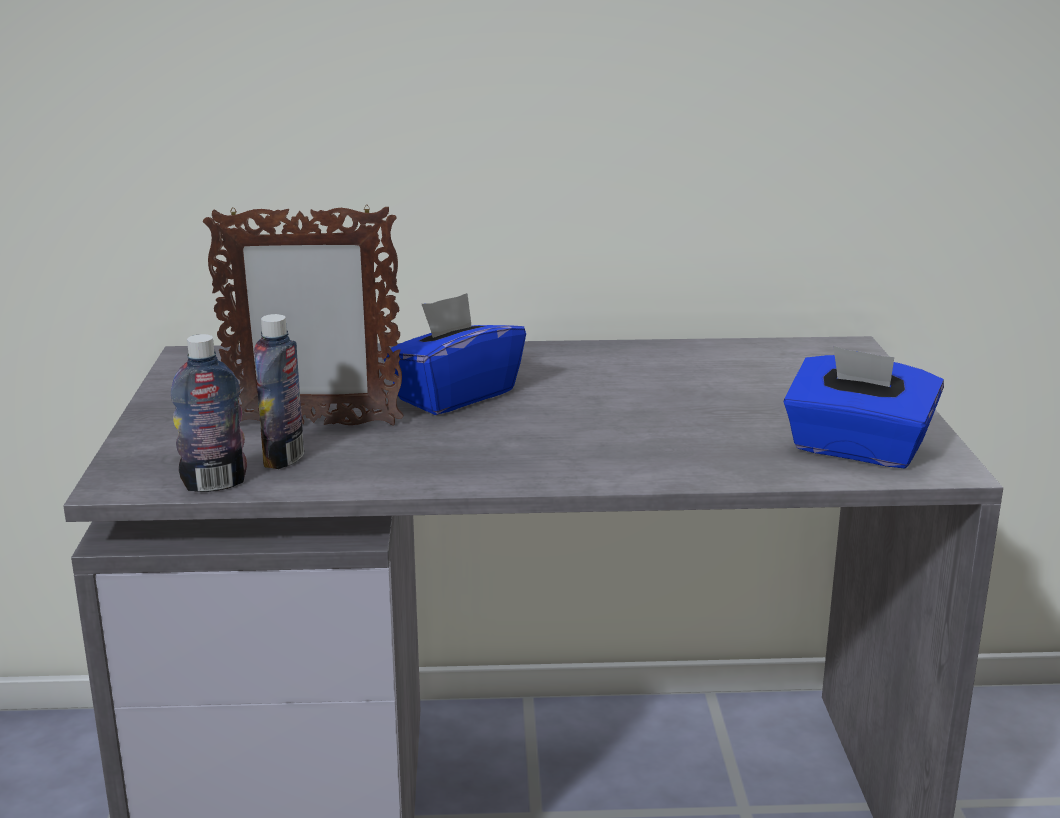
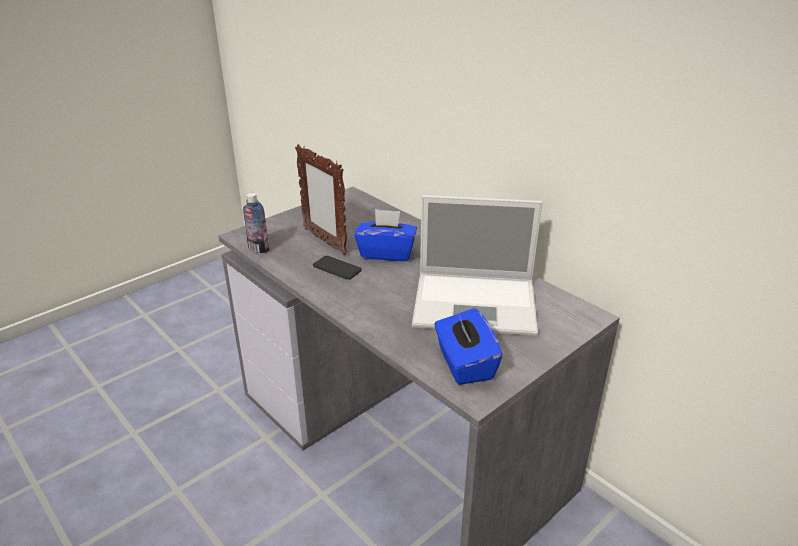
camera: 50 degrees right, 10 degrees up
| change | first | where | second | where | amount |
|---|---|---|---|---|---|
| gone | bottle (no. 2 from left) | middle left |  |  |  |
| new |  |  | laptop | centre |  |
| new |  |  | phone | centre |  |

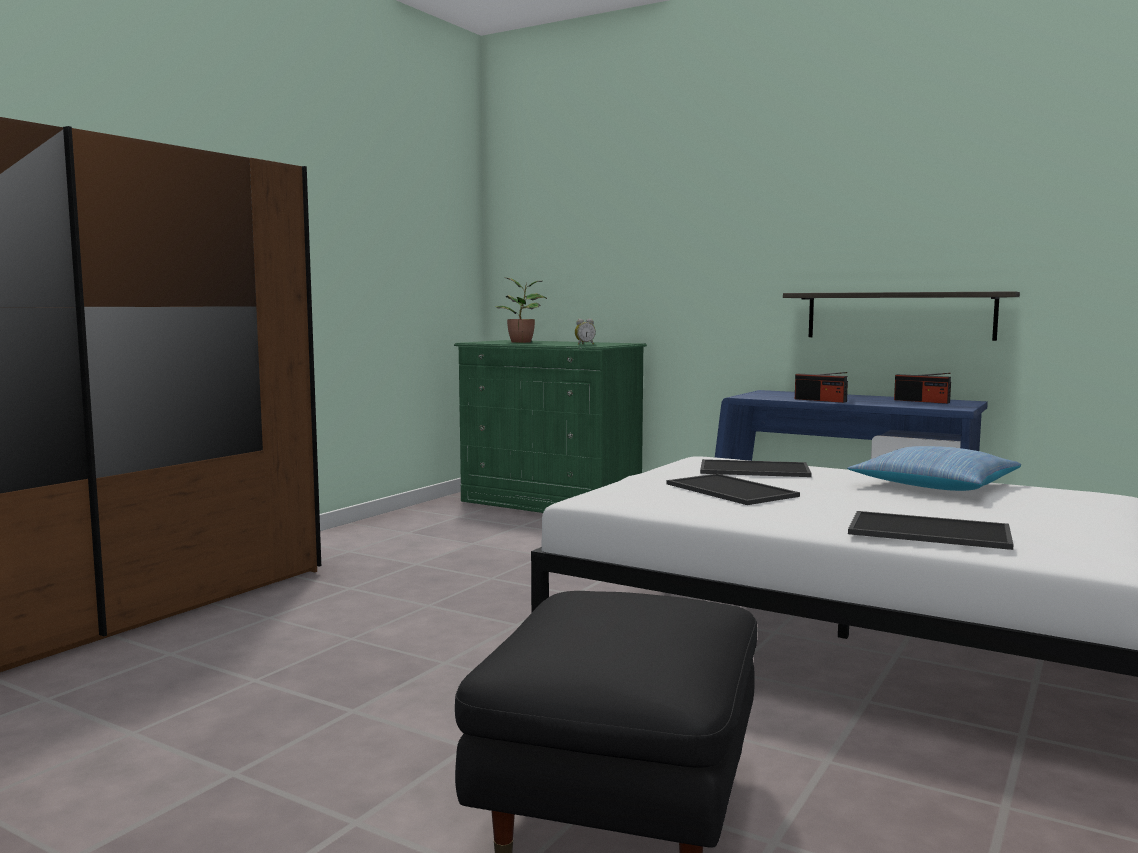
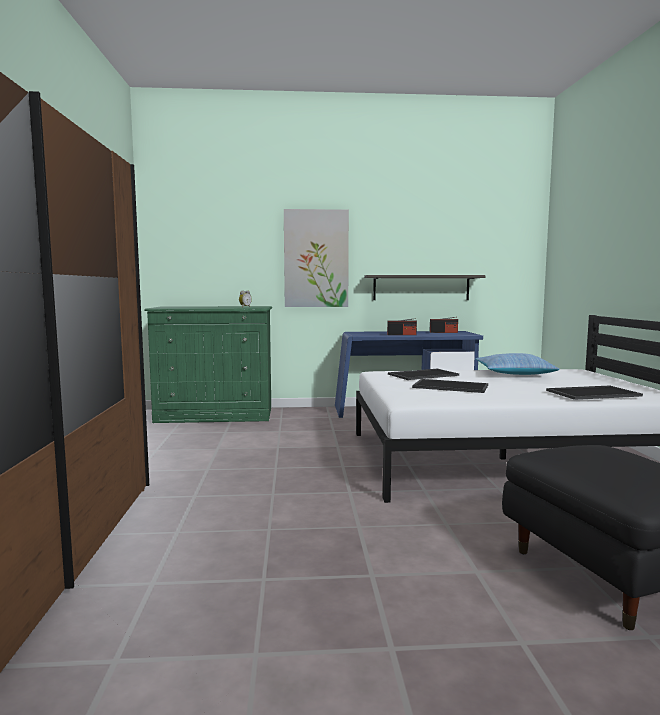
camera: 35 degrees left, 0 degrees up
| change | first | where | second | where | amount |
|---|---|---|---|---|---|
| gone | potted plant | centre |  |  |  |
| new |  |  | picture | centre |  |

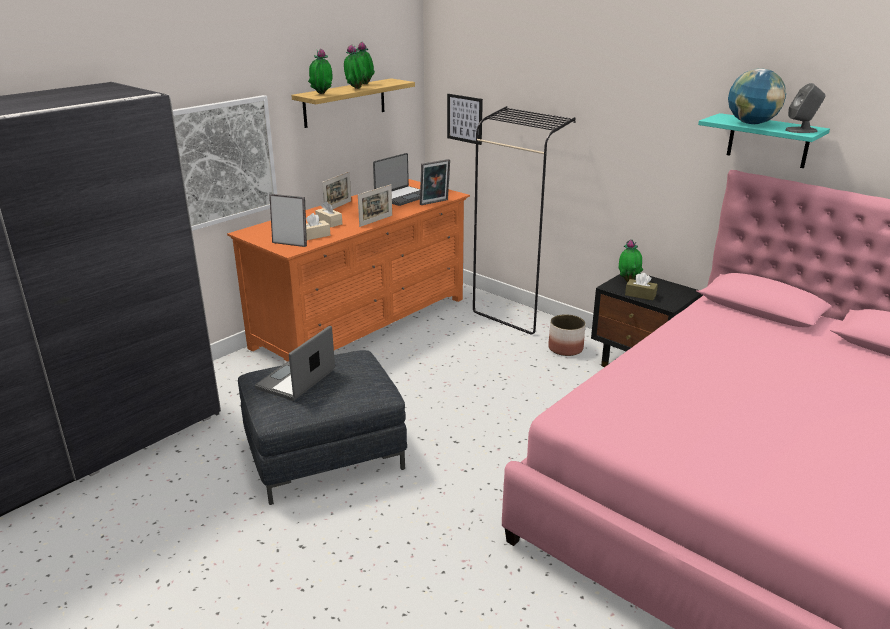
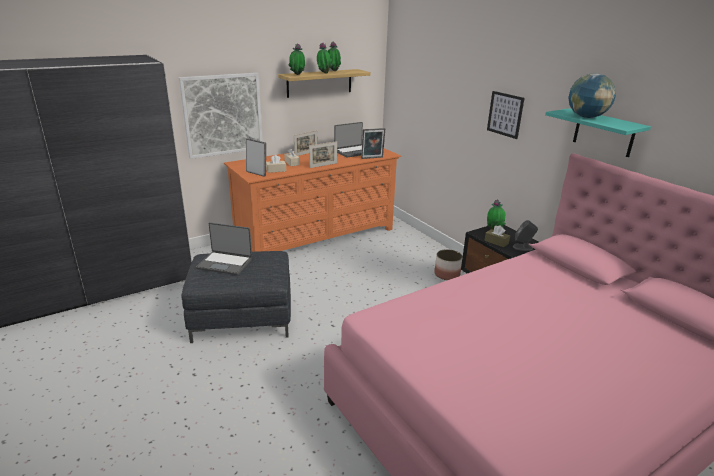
camera: 15 degrees right, 0 degrees up
| change | first | where | second | where | amount |
|---|---|---|---|---|---|
| shifted | grey speaker | top right |  | middle right |  |
| shifted | picture (no. 2 from left) | top centre |  | top right |  |
| gone | black clothes rack | centre |  |  |  |
| rotated | laptop (no. 1 from left) | middle left |  | middle left | 120 degrees counterclockwise |

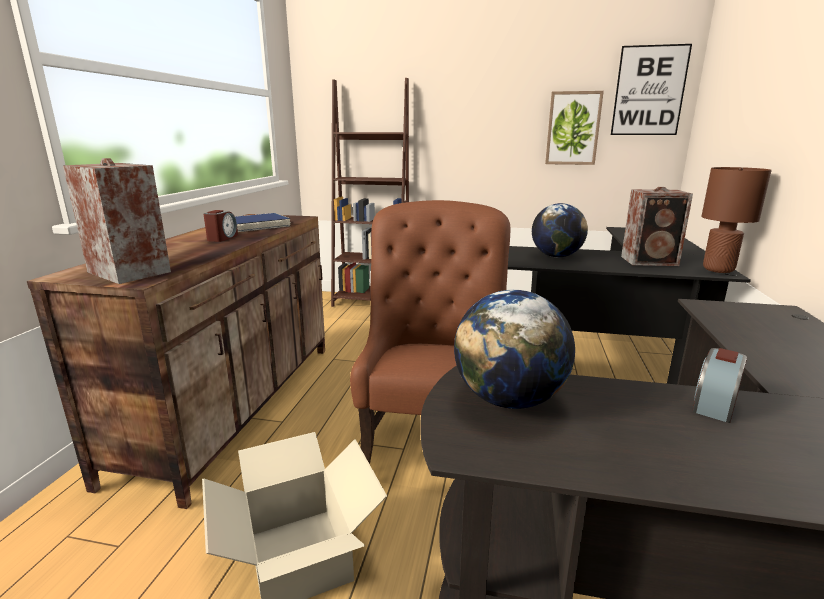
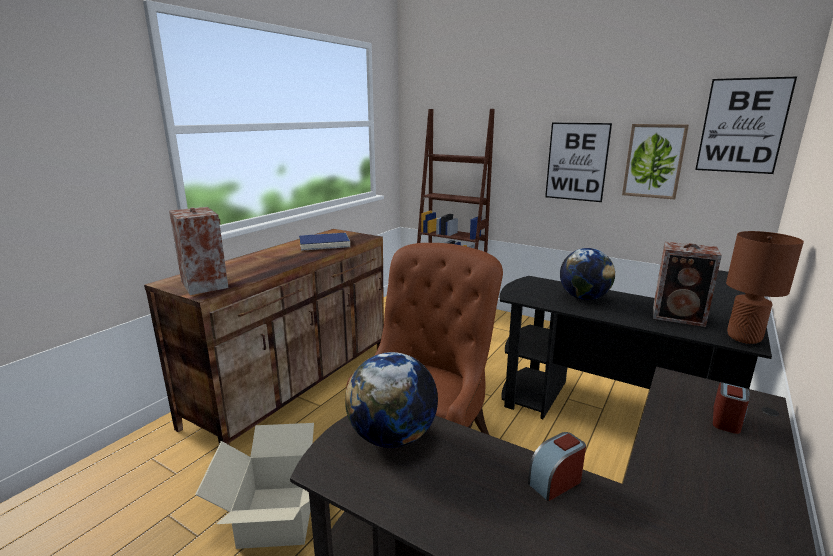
camera: 20 degrees right, 0 degrees up
| change | first | where | second | where | amount |
|---|---|---|---|---|---|
| shifted | alarm clock (no. 1 from left in the first image) | middle left | alarm clock (no. 2 from left) | bottom right |  |
| new |  |  | picture (no. 1 from left) | top right |  |

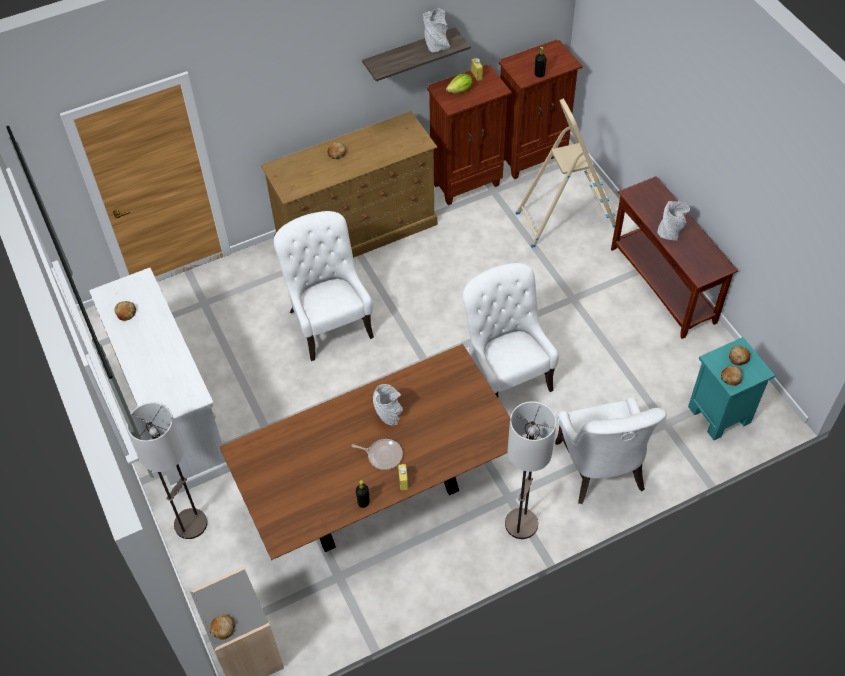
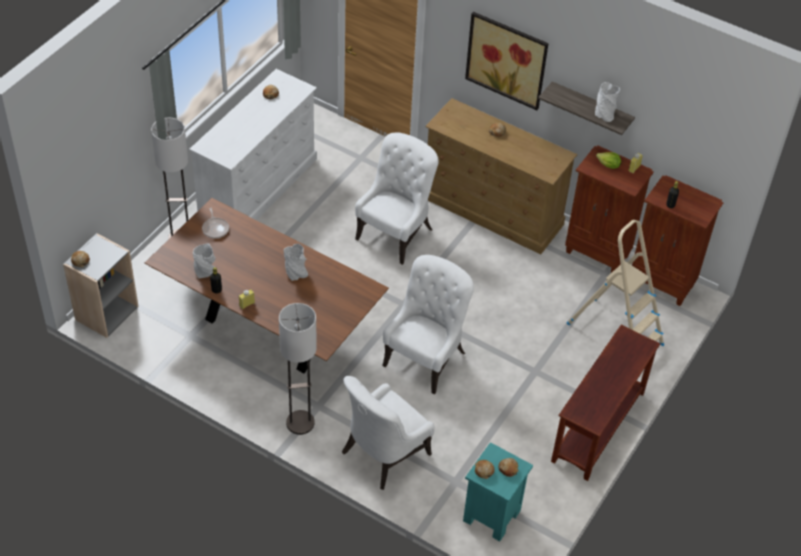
camera: 55 degrees right, 5 degrees down
| change | first | where | second | where | amount |
|---|---|---|---|---|---|
| shifted | grey vase (no. 3 from left in the first image) | top right | grey vase (no. 1 from left) | middle left |  |
| shifted | frying pan | bottom centre |  | middle left |  |
| new |  |  | picture | top centre |  |

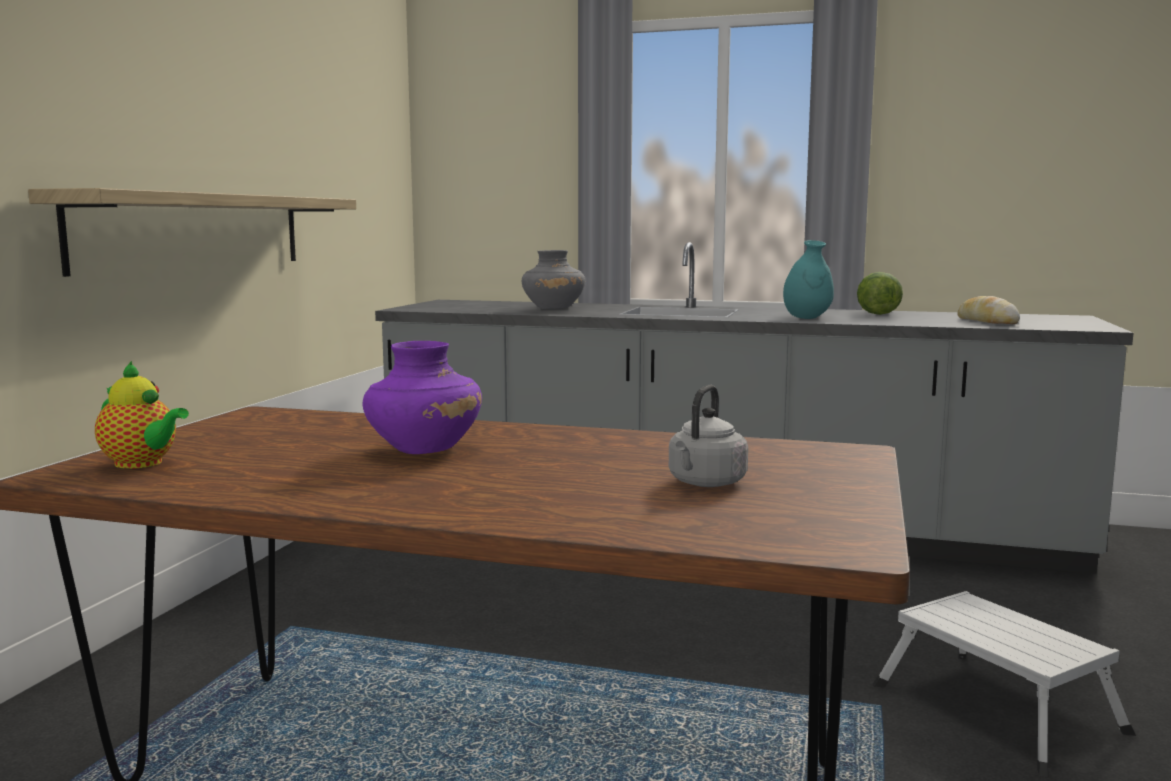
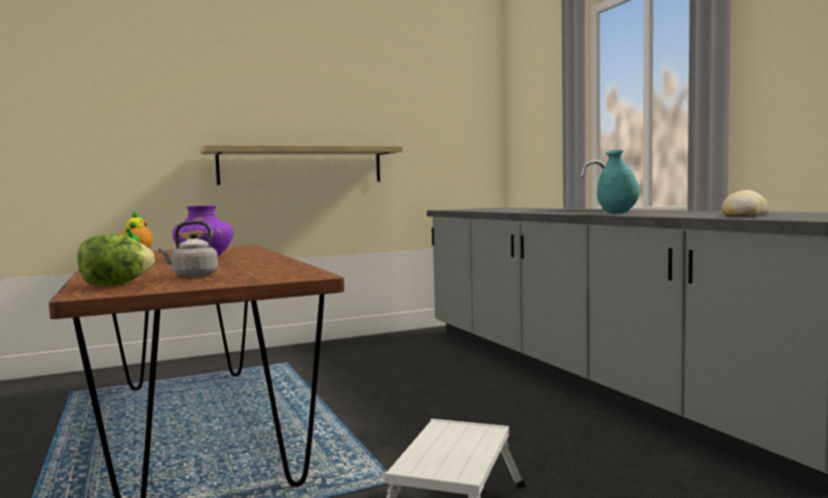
camera: 50 degrees right, 5 degrees down
| change | first | where | second | where | amount |
|---|---|---|---|---|---|
| gone | grey vase | centre |  |  |  |
| shifted | lettuce | middle right |  | middle left |  |

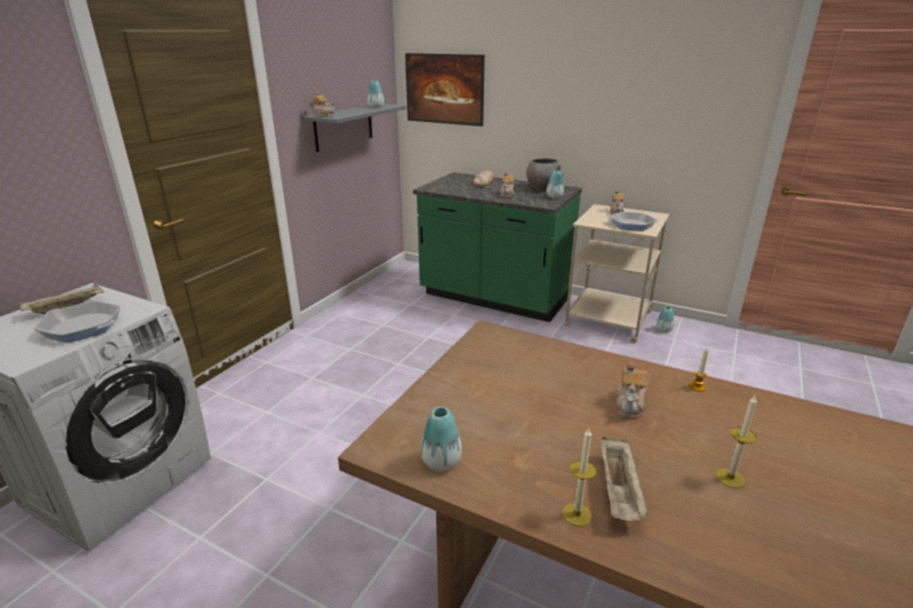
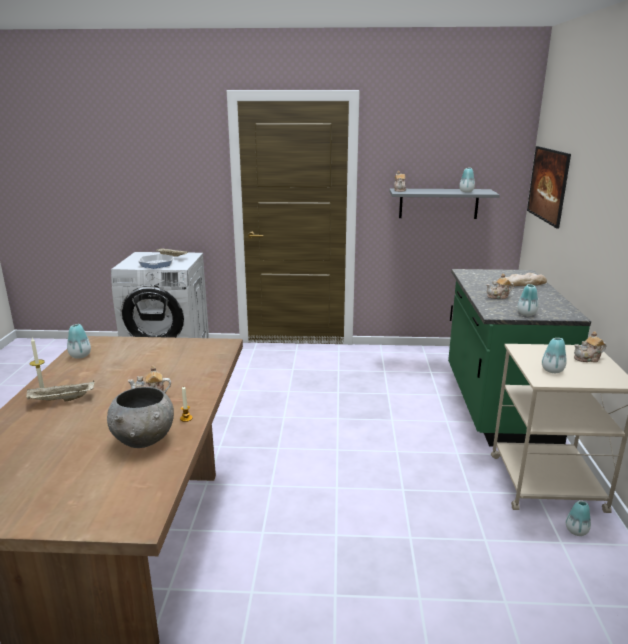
camera: 65 degrees right, 5 degrees down
| change | first | where | second | where | amount |
|---|---|---|---|---|---|
| shifted | grey bowl | top centre |  | middle left |  |
| swapped | frying pan (no. 2 from left) | middle right | vase (no. 4 from left) | middle right |  |
| gone | candle (no. 3 from left) | bottom right |  |  |  |

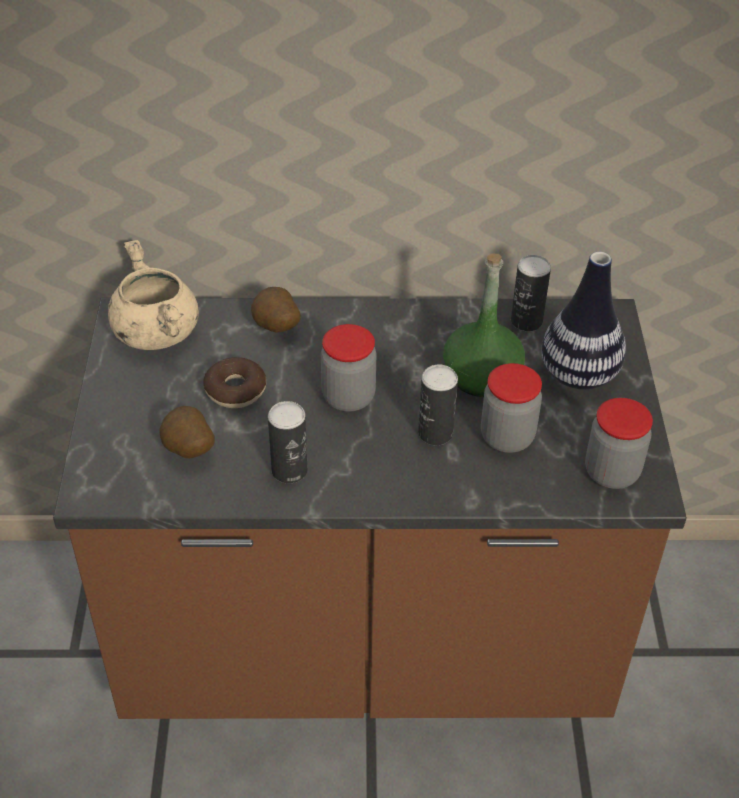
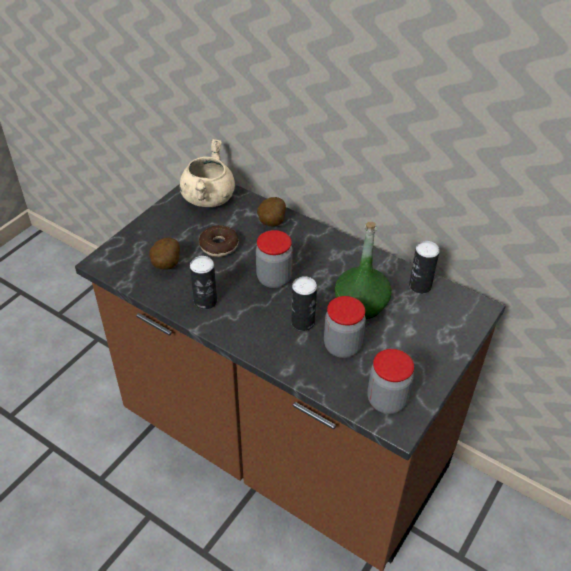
camera: 35 degrees right, 0 degrees up
| change | first | where | second | where | amount |
|---|---|---|---|---|---|
| gone | vase | middle right |  |  |  |

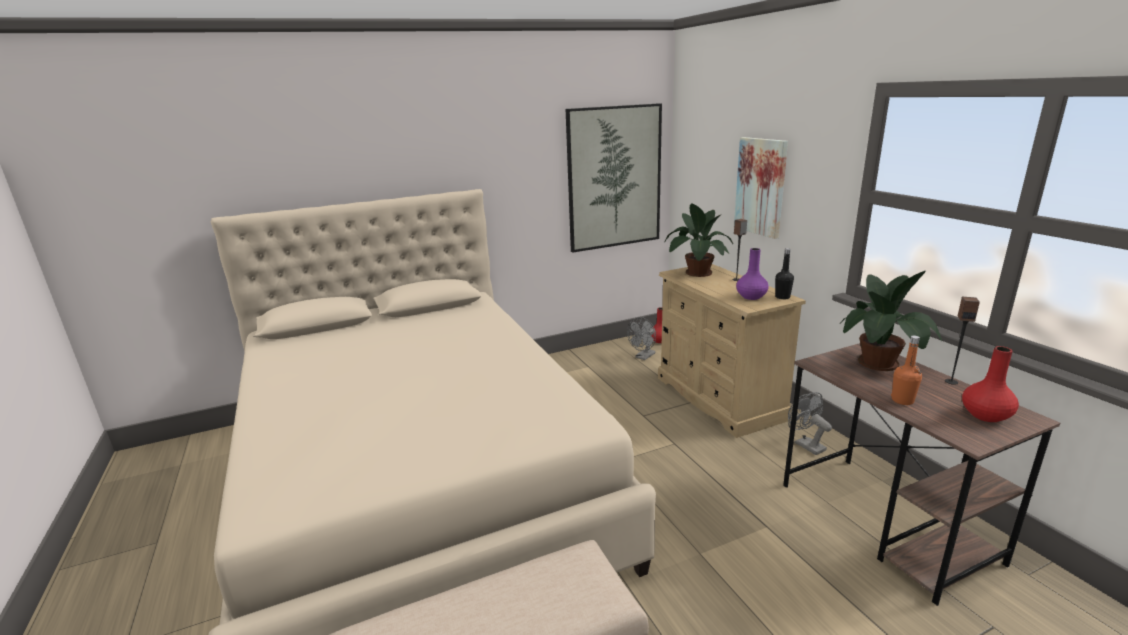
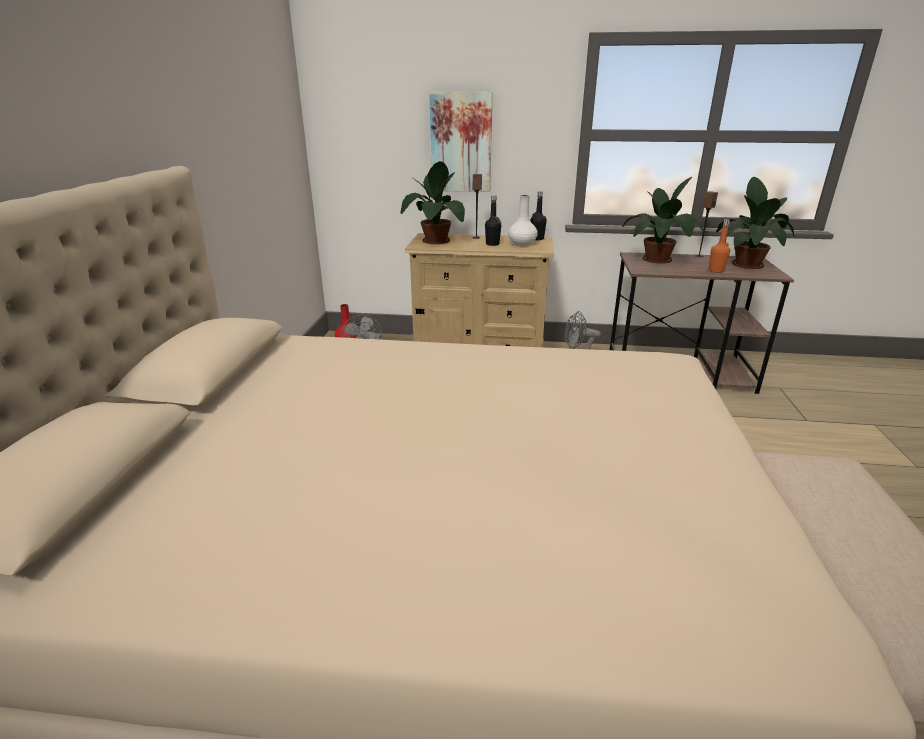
camera: 60 degrees left, 5 degrees up
| change | first | where | second | where | amount |
|---|---|---|---|---|---|
| gone | picture (no. 1 from left) | top centre |  |  |  |
| repainted | purple vase | middle right | white vase | top centre |  |
| swapped | red vase (no. 2 from left) | middle right | potted plant (no. 3 from left) | top right |  |
| new |  |  | black bottle (no. 1 from left) | top centre |  |

